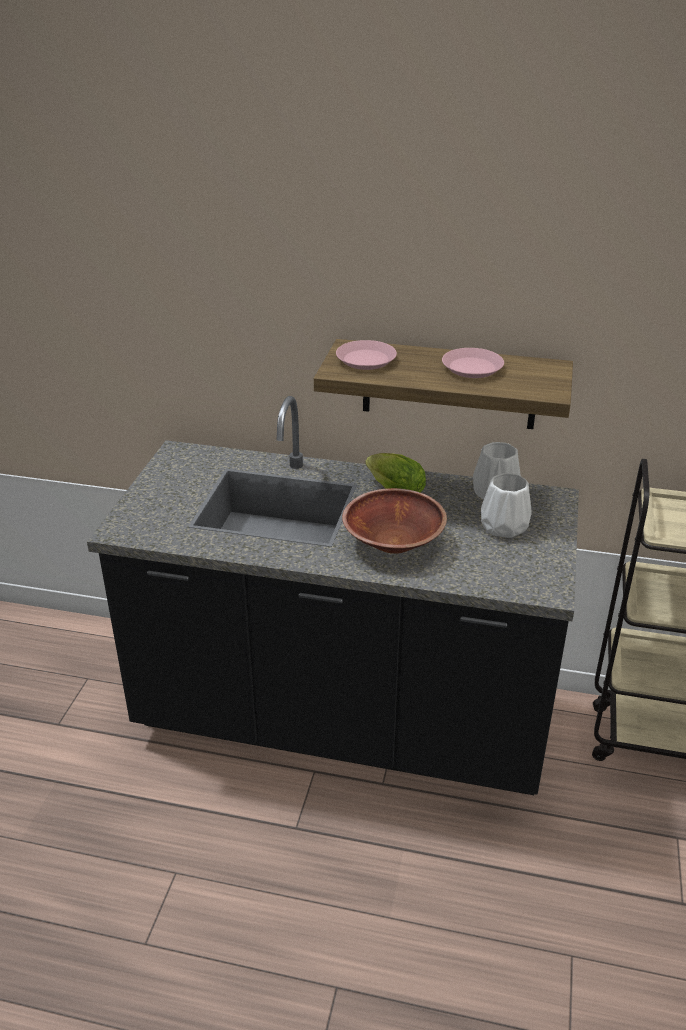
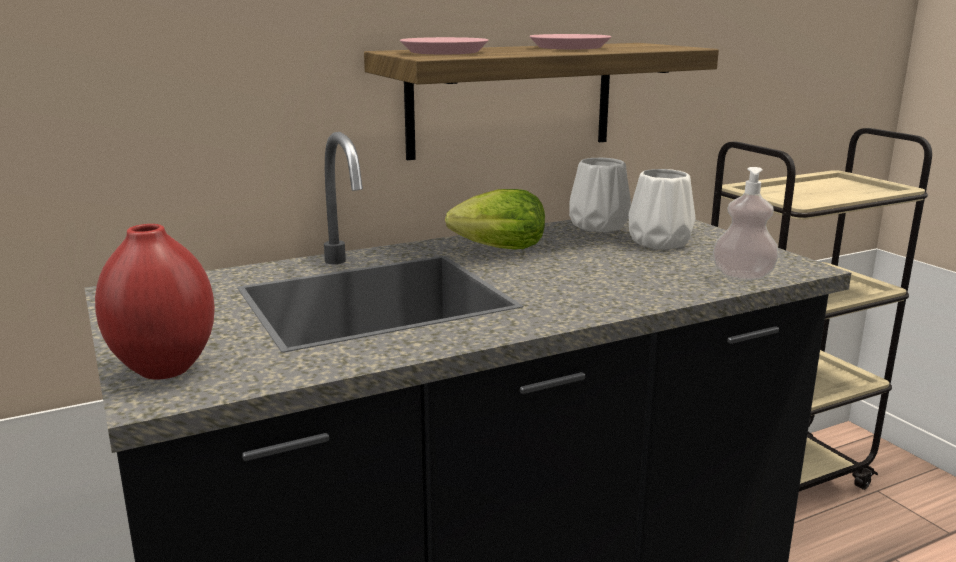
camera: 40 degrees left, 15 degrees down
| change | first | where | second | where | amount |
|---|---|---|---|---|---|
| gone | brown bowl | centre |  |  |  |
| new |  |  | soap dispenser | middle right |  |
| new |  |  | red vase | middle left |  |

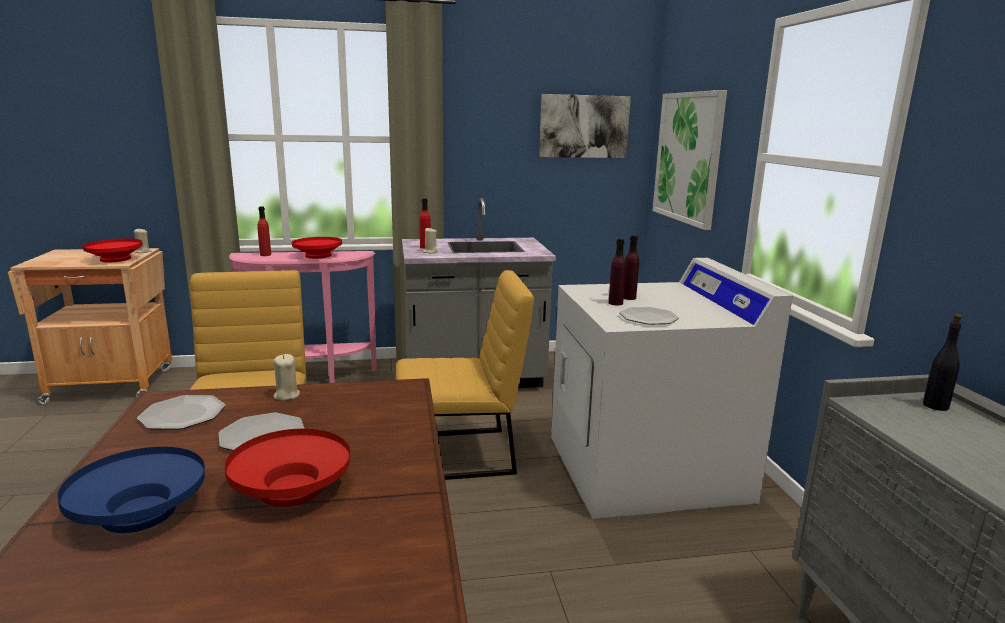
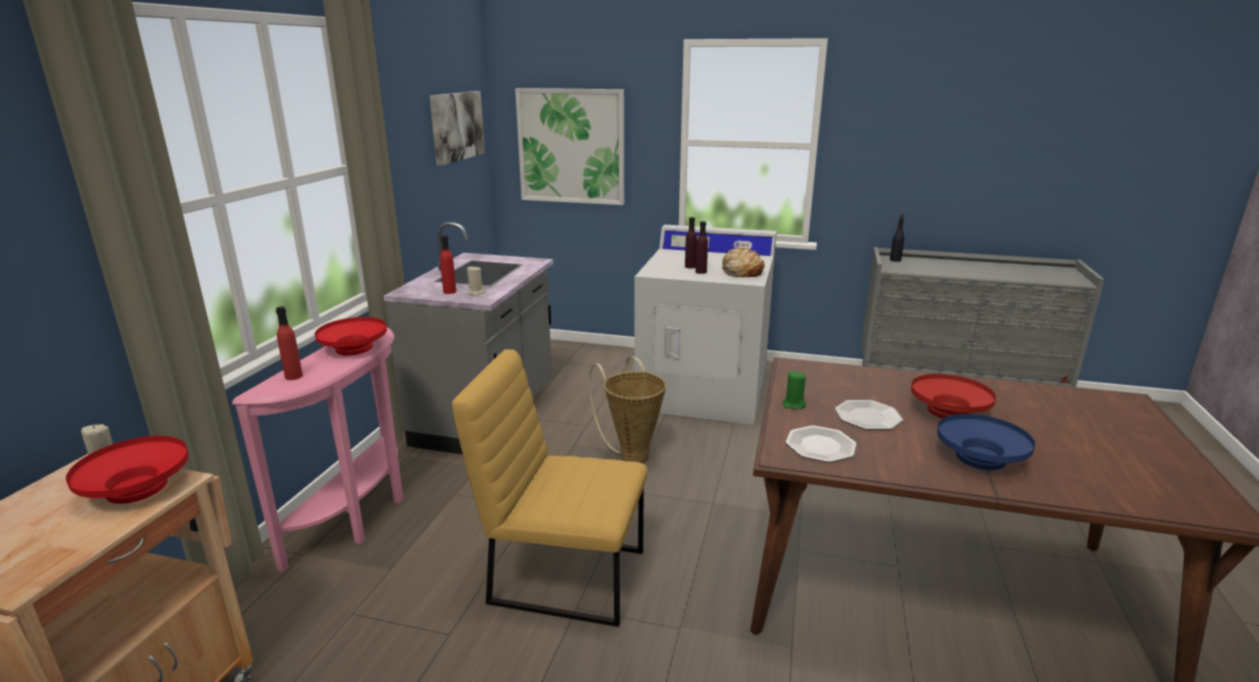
camera: 65 degrees left, 5 degrees up
| change | first | where | second | where | amount |
|---|---|---|---|---|---|
| swapped | yellow chair (no. 2 from left) | centre | basket | centre |  |
| swapped | plate (no. 3 from left) | centre | bread | centre |  |
| repainted | beige candle (no. 2 from left) | middle left | green candle | centre |  |

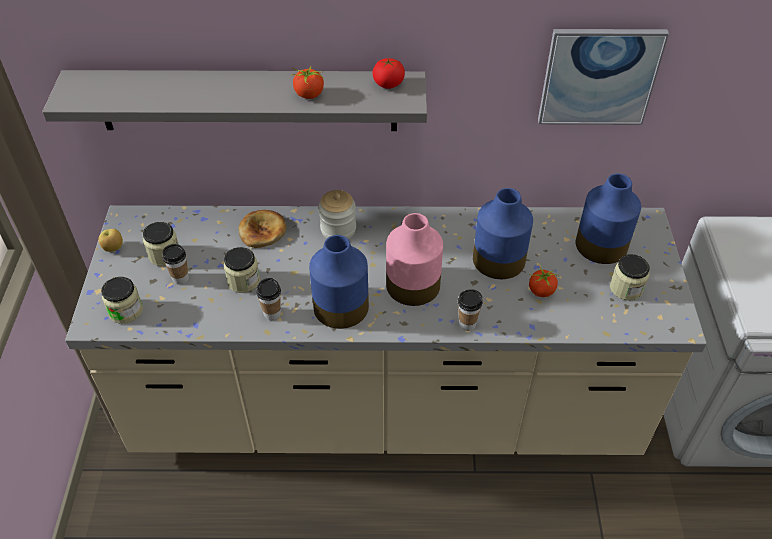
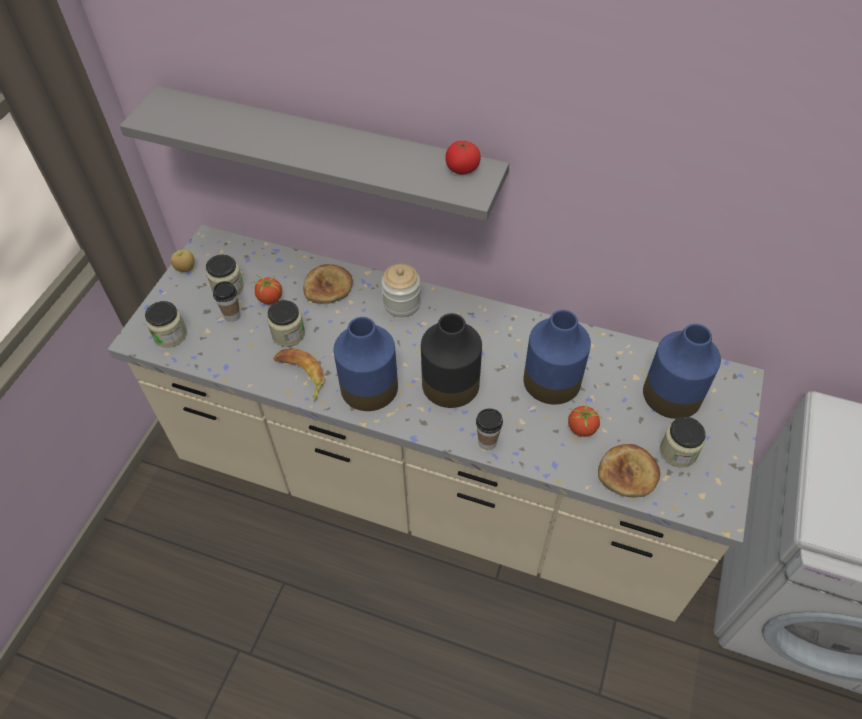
camera: 20 degrees right, 5 degrees up
| change | first | where | second | where | amount |
|---|---|---|---|---|---|
| gone | picture | top right |  |  |  |
| shifted | tomato (no. 1 from left) | top centre |  | middle left |  |
| repainted | pink vase | centre | black vase | centre |  |
| swapped | cup (no. 2 from left) | centre | banana | centre |  |
| new |  |  | bread (no. 2 from left) | middle right |  |

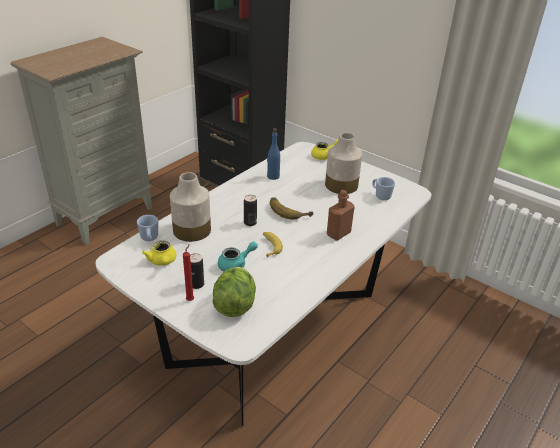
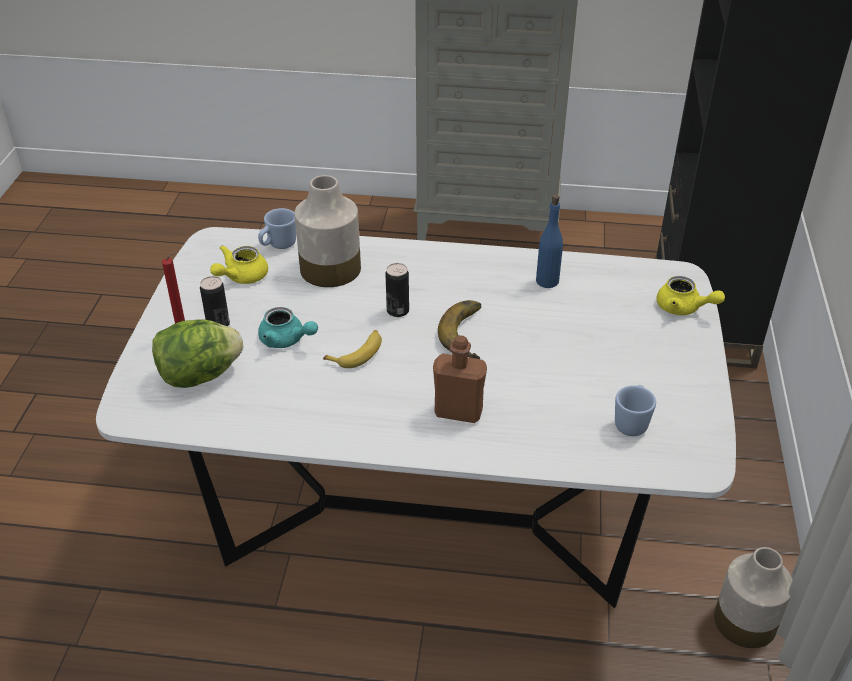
camera: 60 degrees right, 5 degrees up
| change | first | where | second | where | amount |
|---|---|---|---|---|---|
| shifted | beige vase (no. 2 from left) | centre |  | bottom right |  |

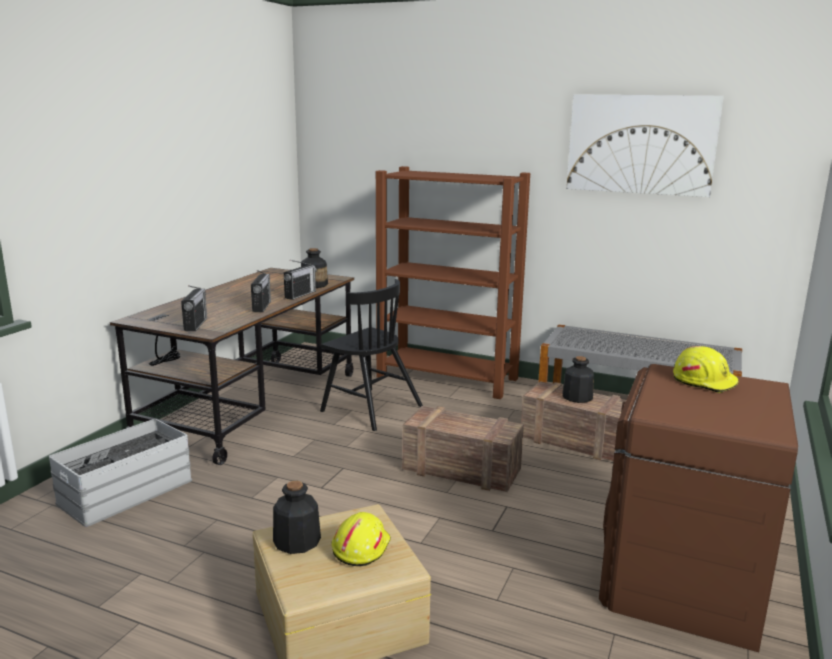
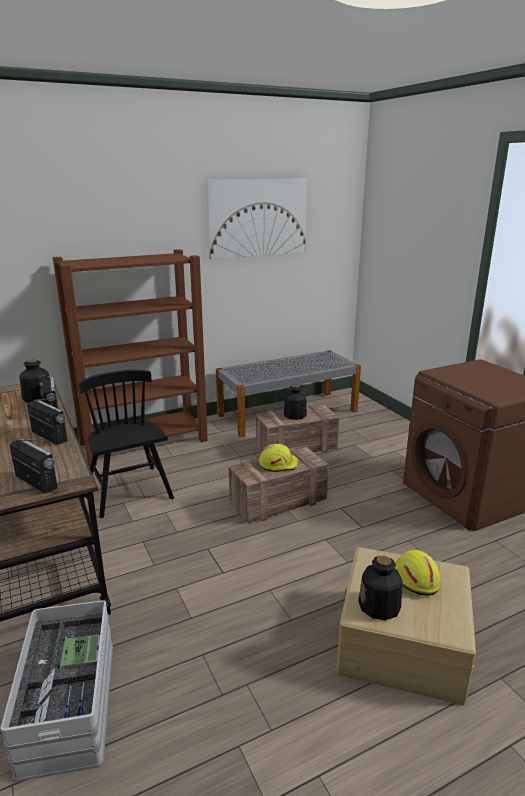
camera: 50 degrees left, 5 degrees up
| change | first | where | second | where | amount |
|---|---|---|---|---|---|
| rotated | black chair | centre |  | middle left | 105 degrees counterclockwise |
| shifted | yellow hard hat (no. 2 from left in the first image) | middle right | yellow hard hat (no. 1 from left) | centre |  |

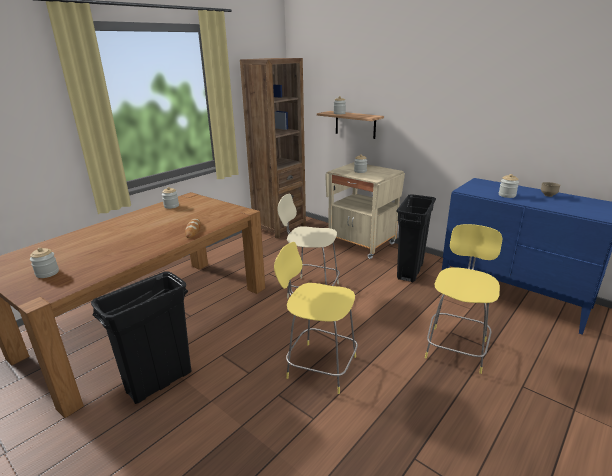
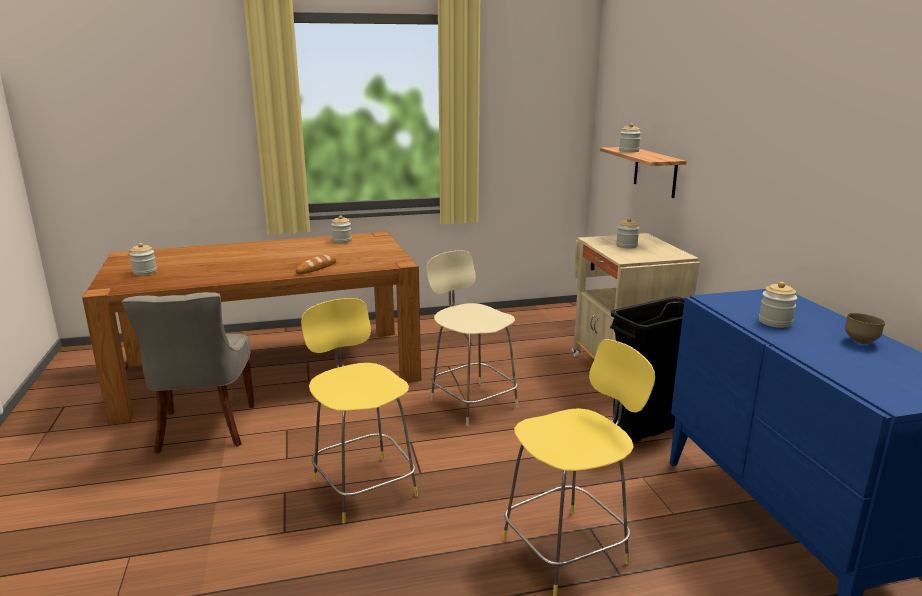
camera: 35 degrees right, 5 degrees down
| change | first | where | second | where | amount |
|---|---|---|---|---|---|
| gone | brown bookcase | top centre |  |  |  |
| swapped | black trash can (no. 1 from left) | bottom left | grey chair | middle left |  |

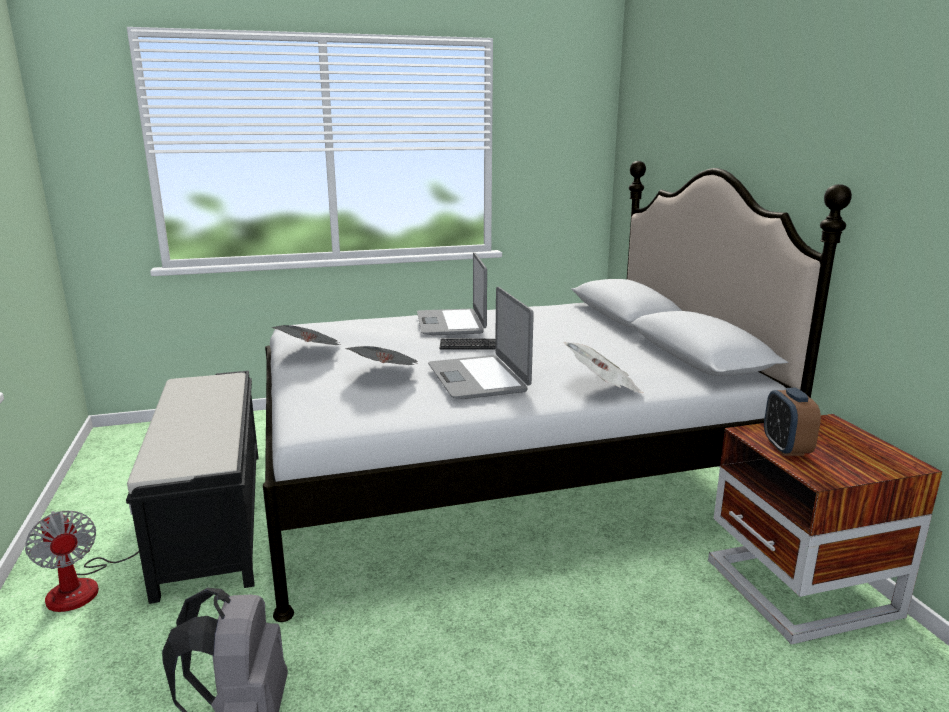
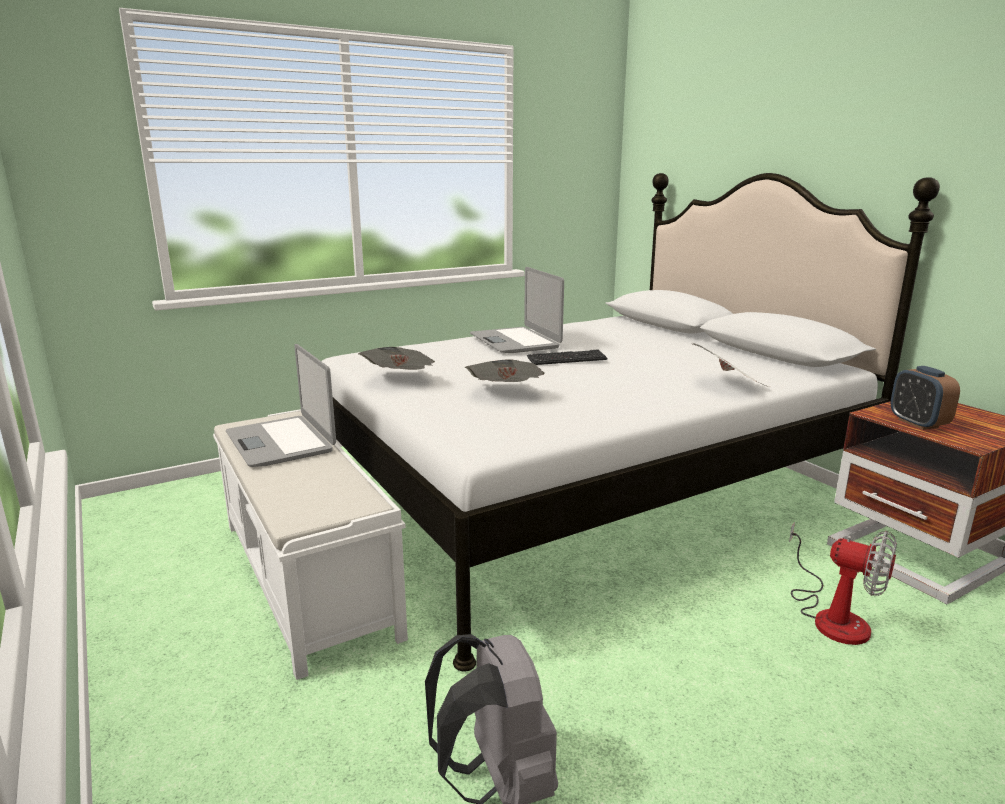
camera: 15 degrees left, 0 degrees up
| change | first | where | second | where | amount |
|---|---|---|---|---|---|
| shifted | laptop (no. 2 from left in the first image) | centre | laptop (no. 1 from left) | middle left |  |
| repainted | black bench | bottom left | white bench | bottom left |  |
| shifted | fan | bottom left |  | bottom right |  |

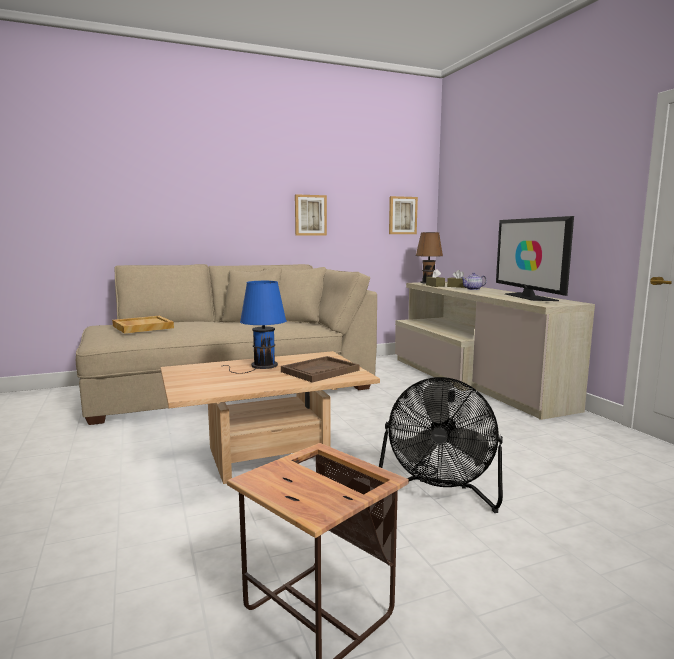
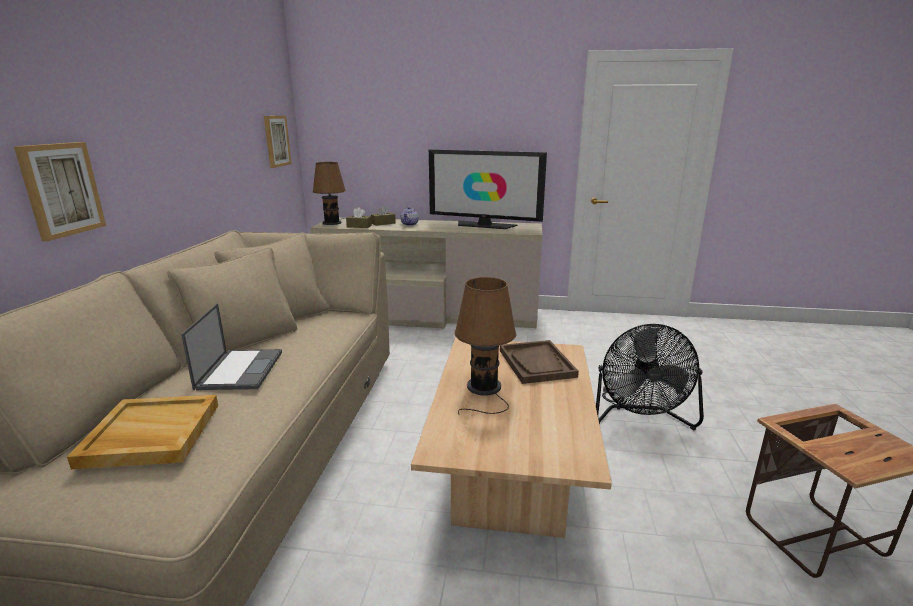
camera: 60 degrees left, 10 degrees up
| change | first | where | second | where | amount |
|---|---|---|---|---|---|
| shifted | picture (no. 1 from left) | top centre |  | top left |  |
| repainted | blue table lamp | centre | brown table lamp (no. 2 from left) | centre |  |
| rotated | black fan | bottom centre |  | middle right | 45 degrees clockwise |
| new |  |  | laptop | middle left |  |

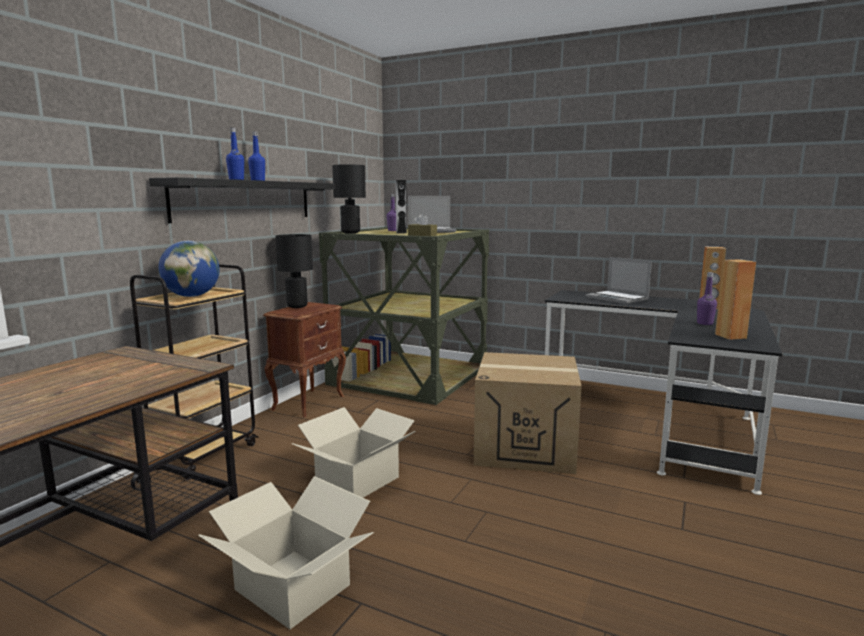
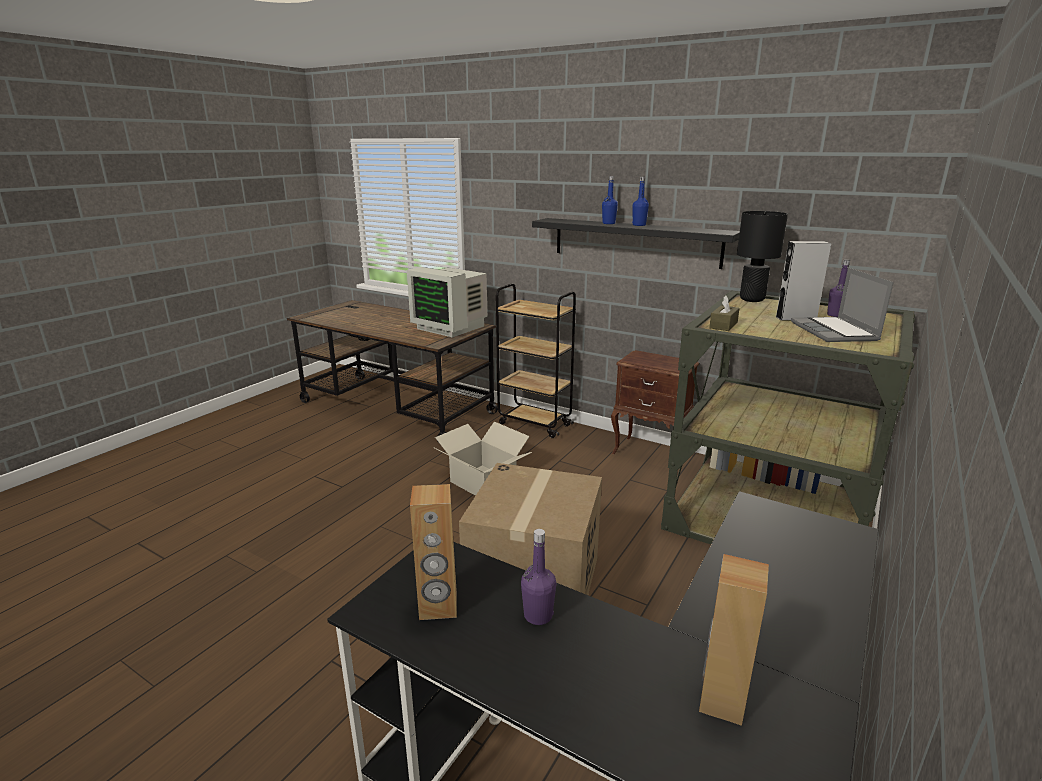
camera: 95 degrees right, 10 degrees up
| change | first | where | second | where | amount |
|---|---|---|---|---|---|
| gone | black table lamp (no. 1 from left) | centre |  |  |  |
| gone | globe | middle left |  |  |  |
| gone | laptop (no. 2 from left) | middle right |  |  |  |
| gone | cardboard box (no. 1 from left) | bottom left |  |  |  |
| new |  |  | monitor | centre |  |

